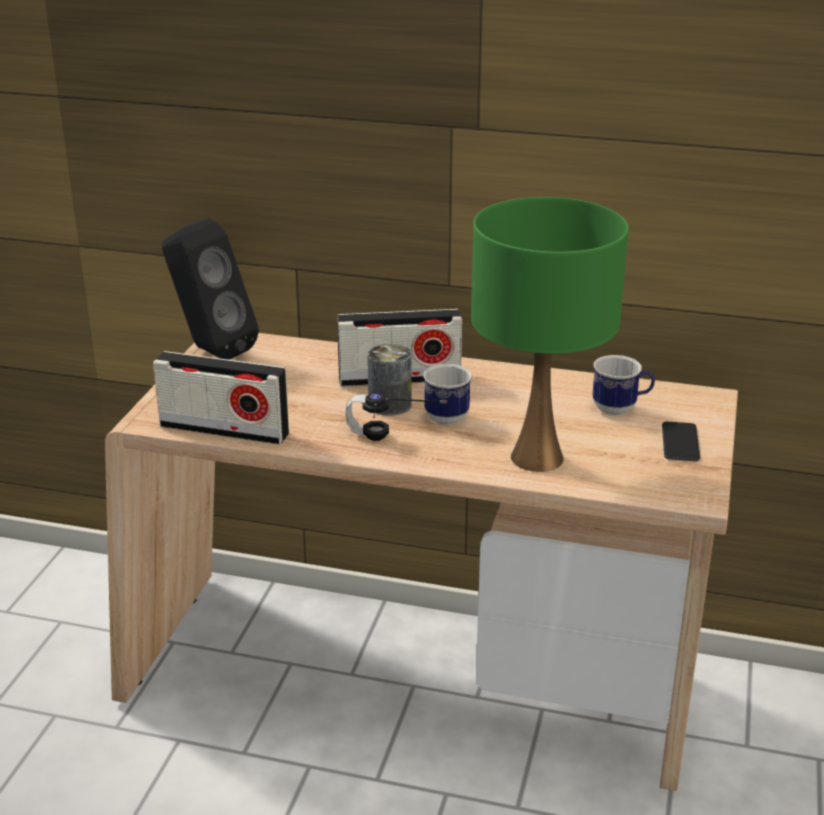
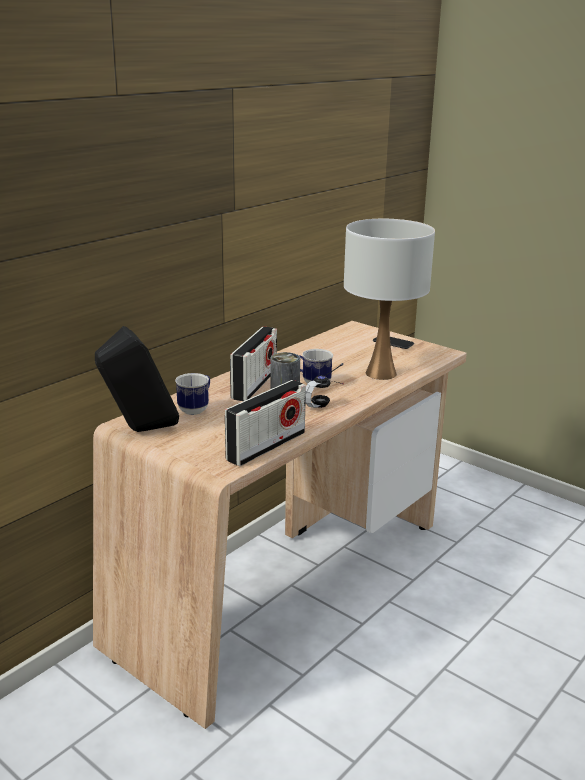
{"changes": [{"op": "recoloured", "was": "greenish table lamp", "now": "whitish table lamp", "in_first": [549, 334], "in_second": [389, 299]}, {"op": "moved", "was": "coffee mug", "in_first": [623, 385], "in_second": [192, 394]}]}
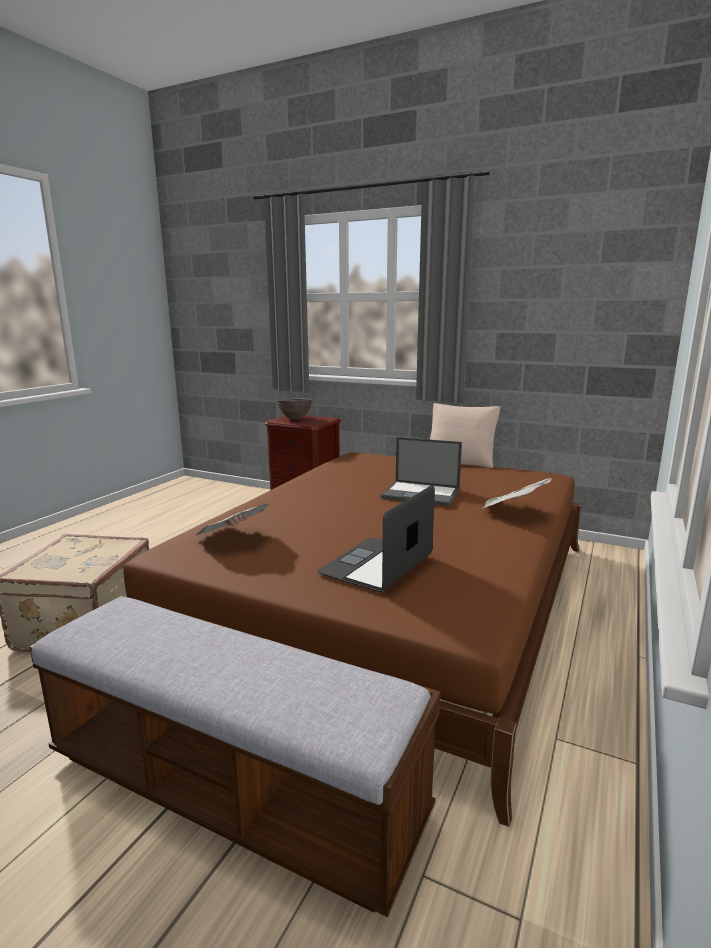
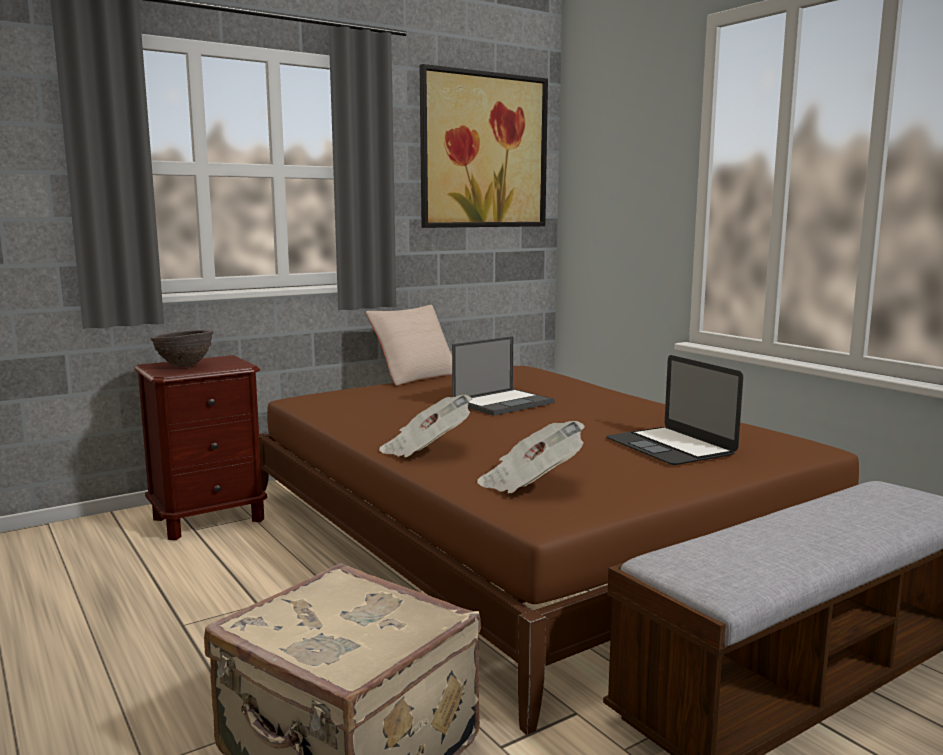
{"changes": [{"op": "moved", "was": "newspaper", "in_first": [518, 493], "in_second": [425, 426]}, {"op": "added", "now": "wall picture", "in_second": [483, 146]}]}
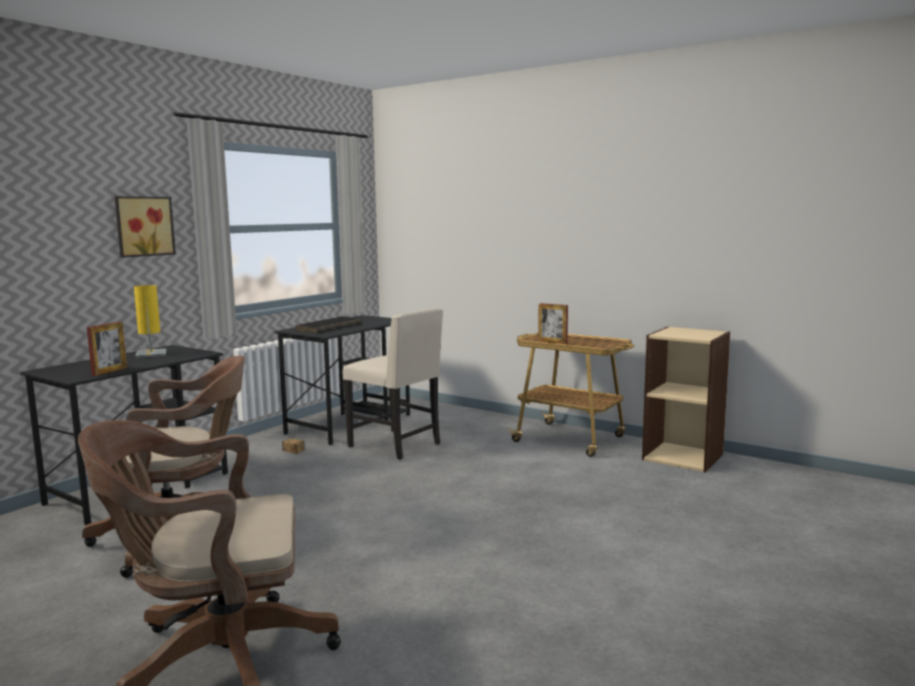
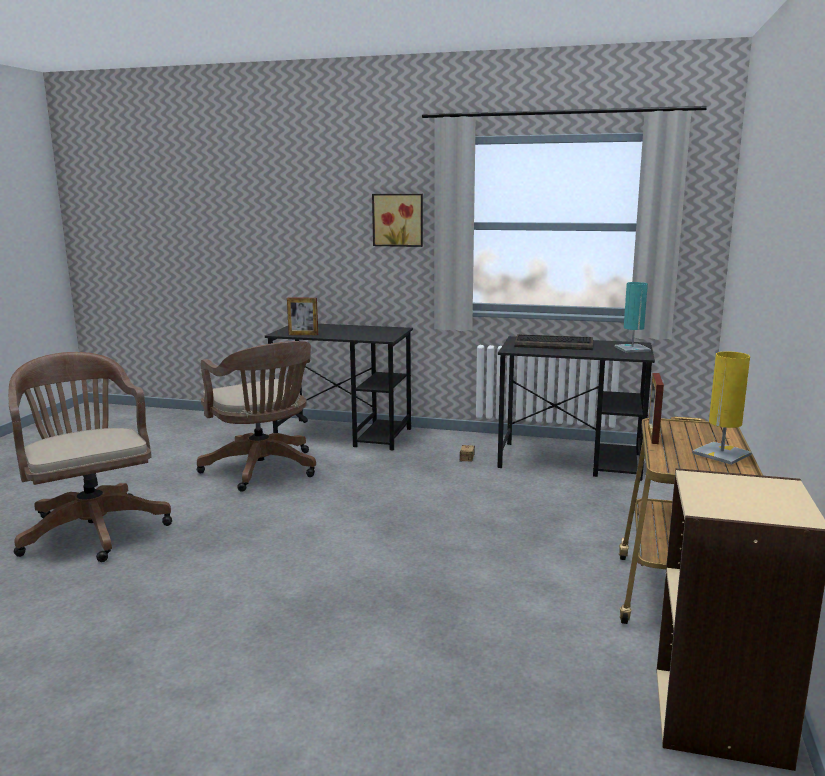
{"changes": [{"op": "moved", "was": "yellowish table lamp", "in_first": [150, 321], "in_second": [722, 408]}, {"op": "removed", "was": "sand-coloured chair", "in_first": [393, 384]}, {"op": "added", "now": "turquoise table lamp", "in_second": [632, 317]}]}
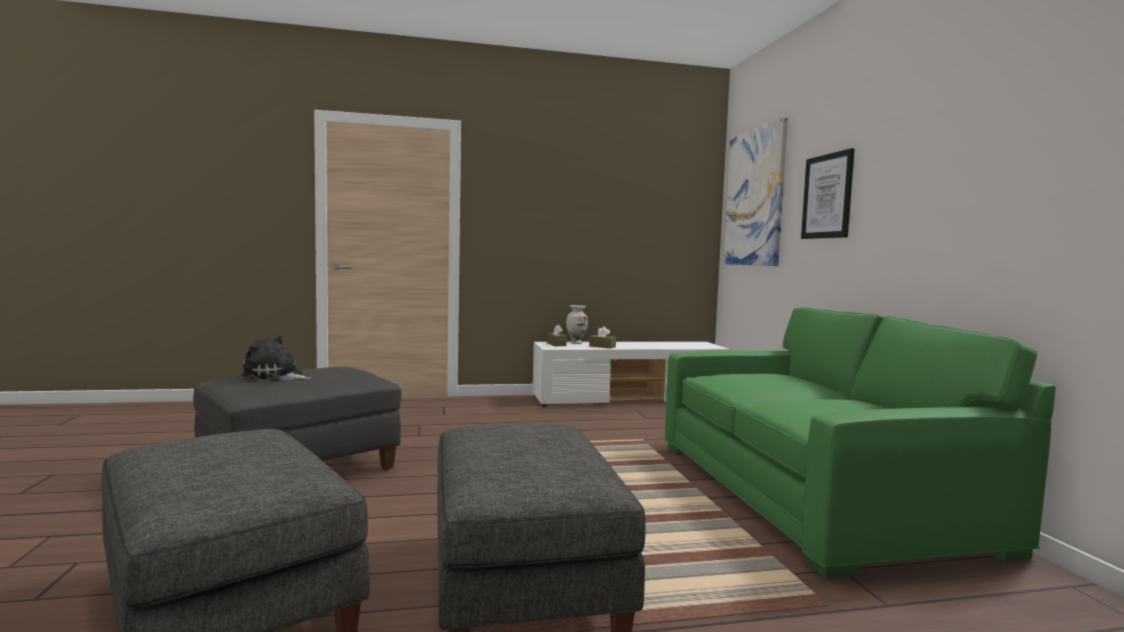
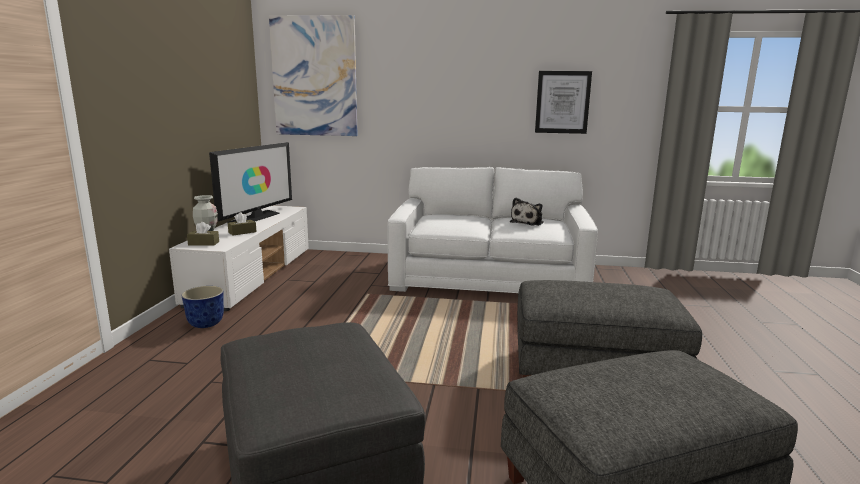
{"changes": [{"op": "moved", "was": "wall picture", "in_first": [828, 193], "in_second": [563, 102]}, {"op": "recoloured", "was": "greenish settee", "now": "whitish settee", "in_first": [860, 443], "in_second": [493, 230]}, {"op": "moved", "was": "plush toy", "in_first": [276, 357], "in_second": [527, 212]}, {"op": "added", "now": "TV", "in_second": [250, 182]}, {"op": "added", "now": "flower pot", "in_second": [203, 307]}]}
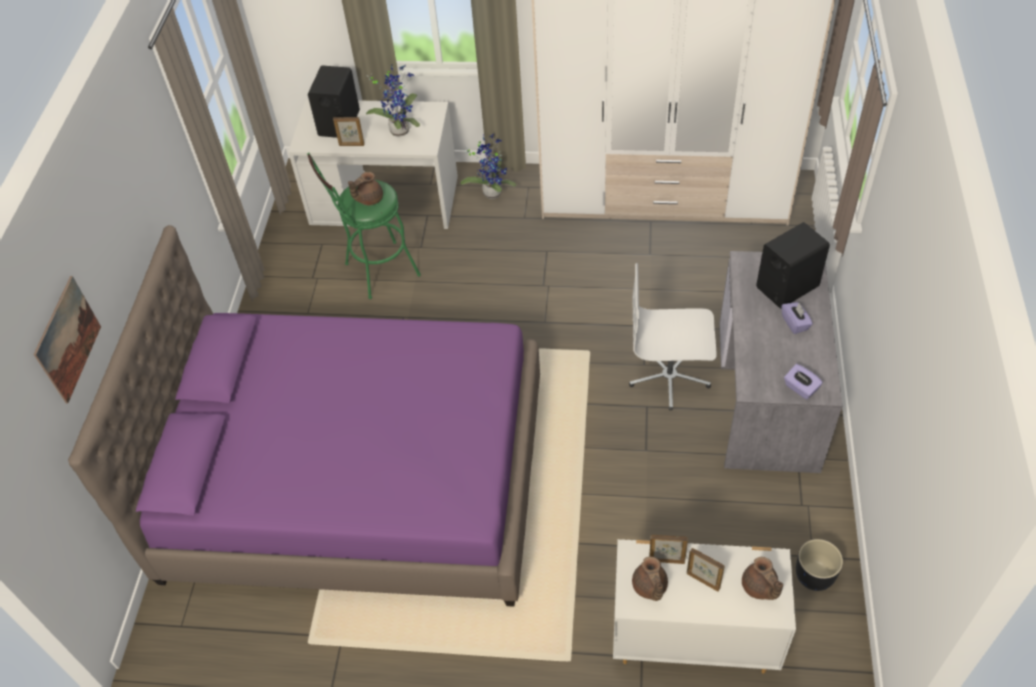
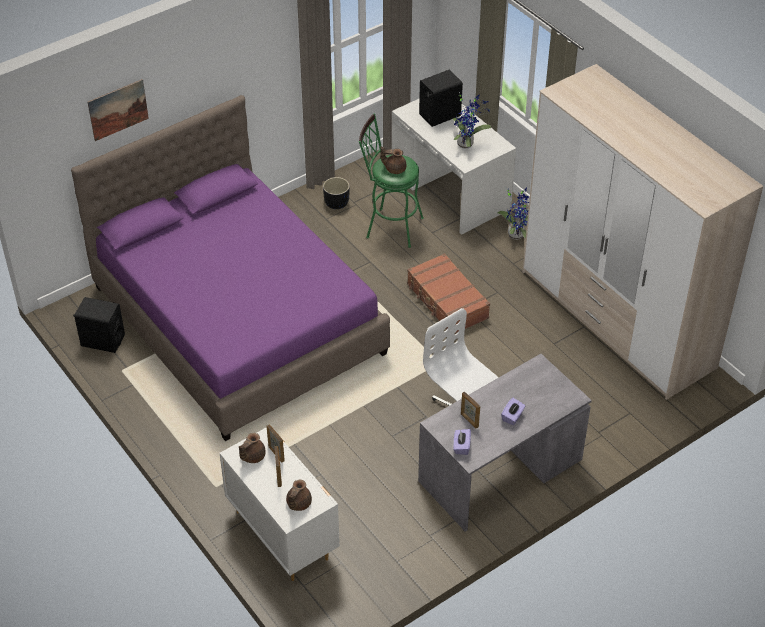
{"changes": [{"op": "moved", "was": "standing frame", "in_first": [348, 131], "in_second": [470, 410]}, {"op": "moved", "was": "blackish loudspeaker", "in_first": [793, 265], "in_second": [99, 325]}, {"op": "moved", "was": "blackish flower pot", "in_first": [819, 565], "in_second": [336, 193]}, {"op": "added", "now": "brown travel case", "in_second": [448, 293]}]}
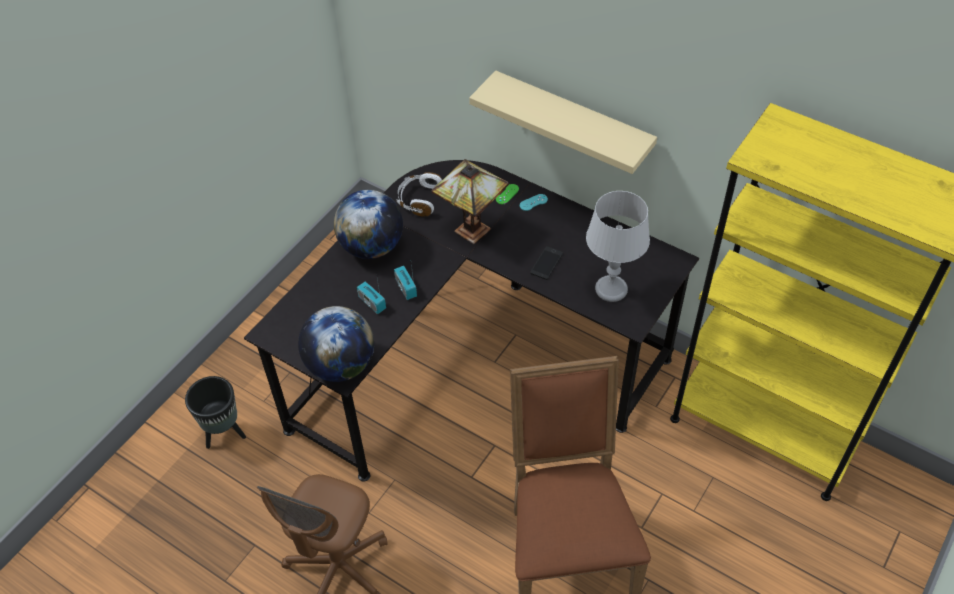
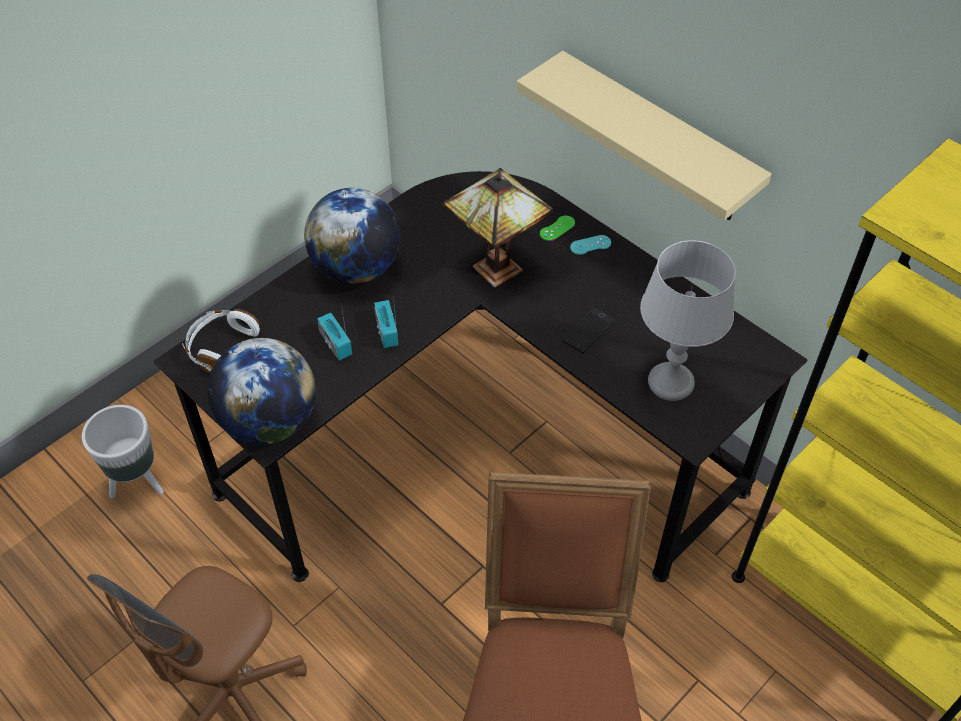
{"changes": [{"op": "moved", "was": "whitish headphones", "in_first": [419, 194], "in_second": [221, 341]}, {"op": "recoloured", "was": "blackish flower pot", "now": "whitish flower pot", "in_first": [215, 412], "in_second": [123, 452]}]}
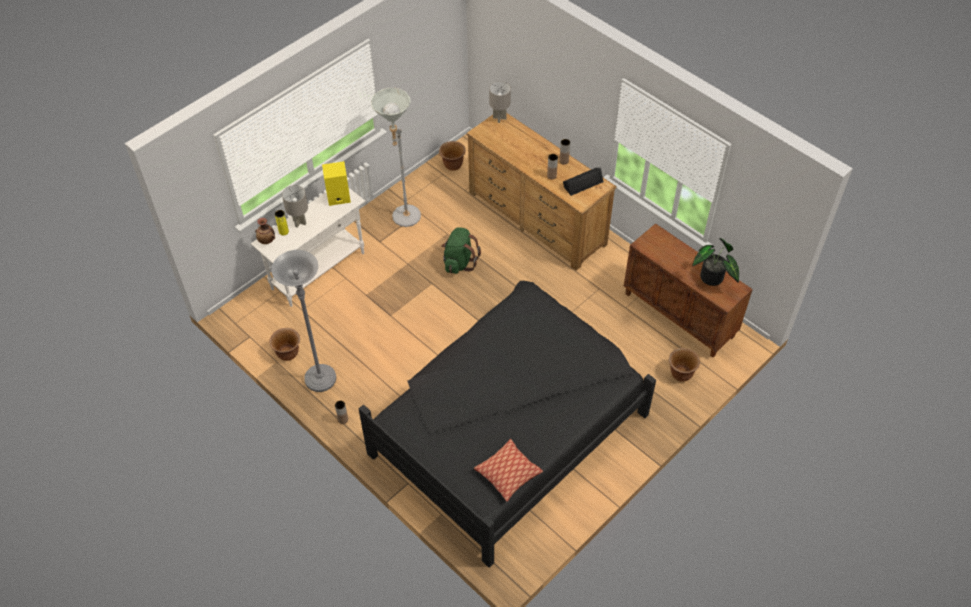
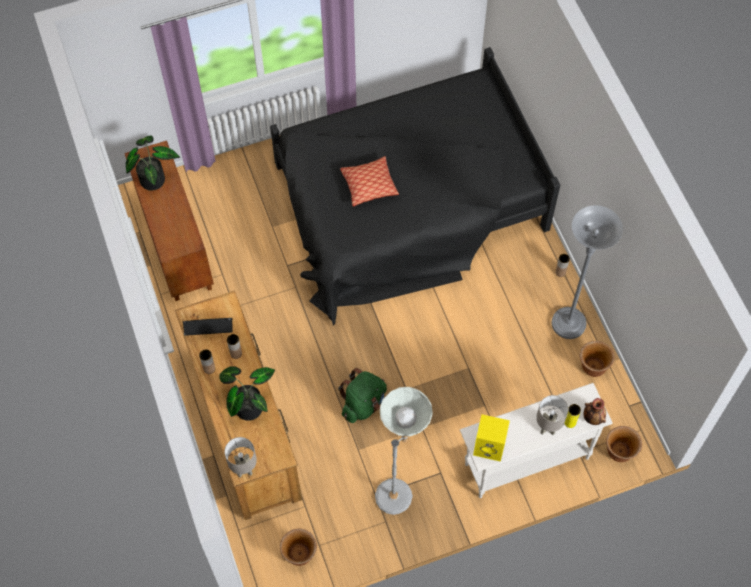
{"changes": [{"op": "moved", "was": "brown flower pot", "in_first": [684, 365], "in_second": [624, 444]}, {"op": "moved", "was": "throw pillow", "in_first": [508, 470], "in_second": [369, 181]}, {"op": "added", "now": "plant in a pot", "in_second": [247, 393]}]}
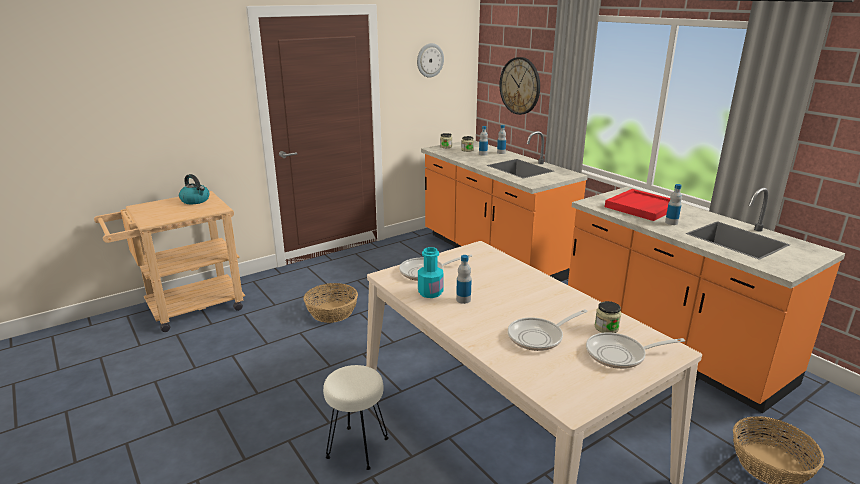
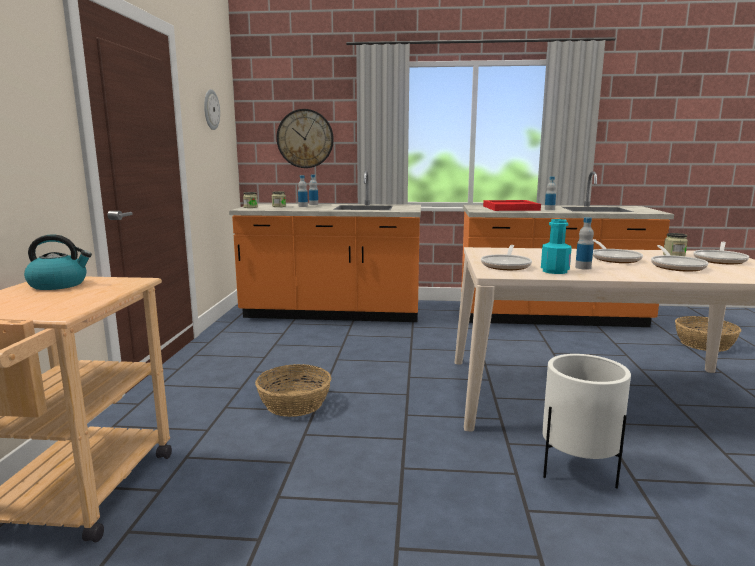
{"changes": [{"op": "replaced", "was": "whitish stool seat", "now": "whitish flower pot", "in_first": [356, 417], "in_second": [586, 421]}, {"op": "added", "now": "pan", "in_second": [618, 251]}]}
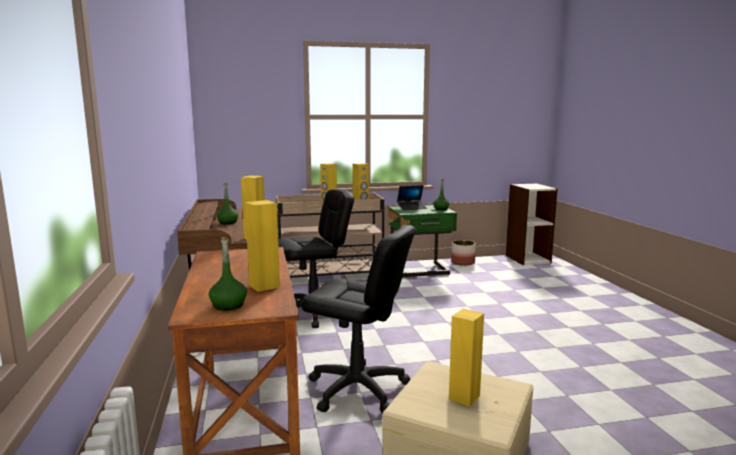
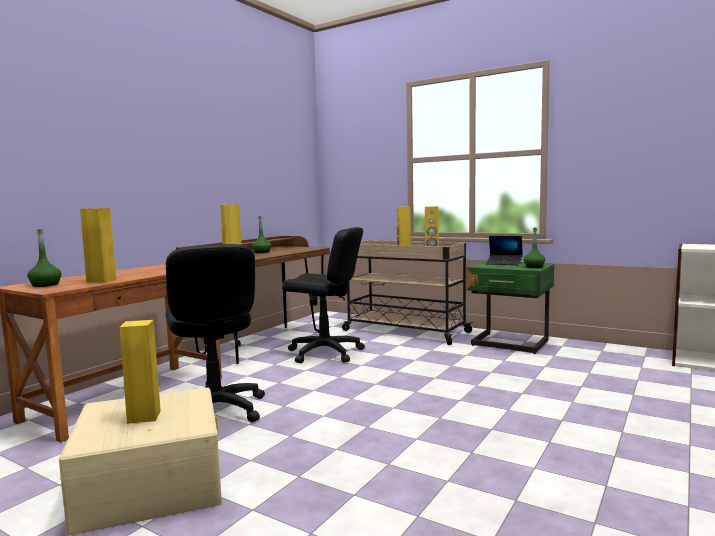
{"changes": [{"op": "removed", "was": "flower pot", "in_first": [463, 253]}]}
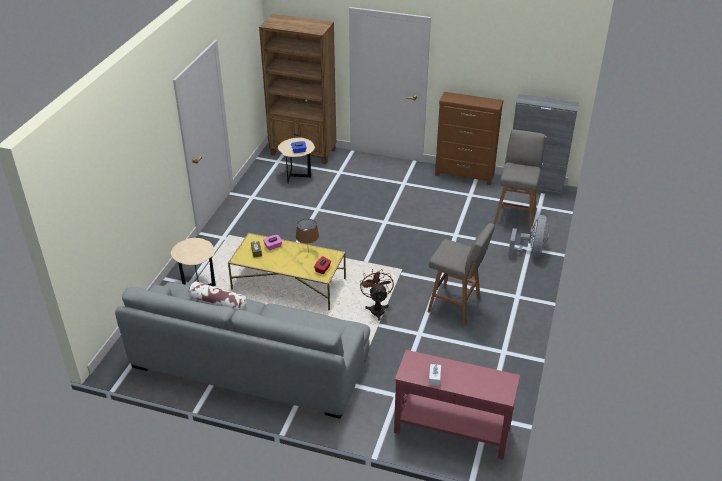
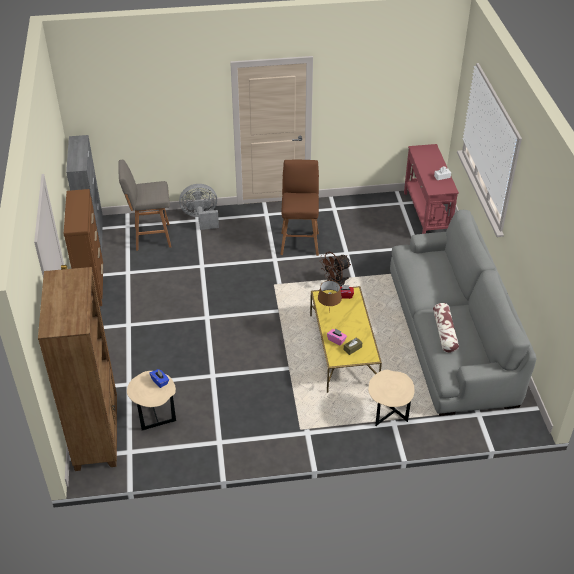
{"changes": [{"op": "recoloured", "was": "greyish stool seat", "now": "brown stool seat", "in_first": [461, 273], "in_second": [299, 208]}]}
